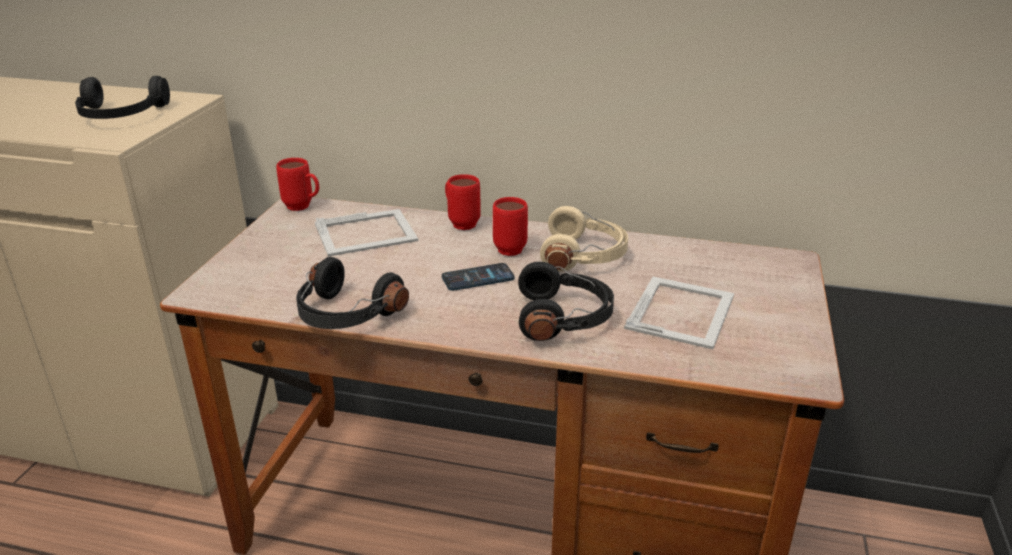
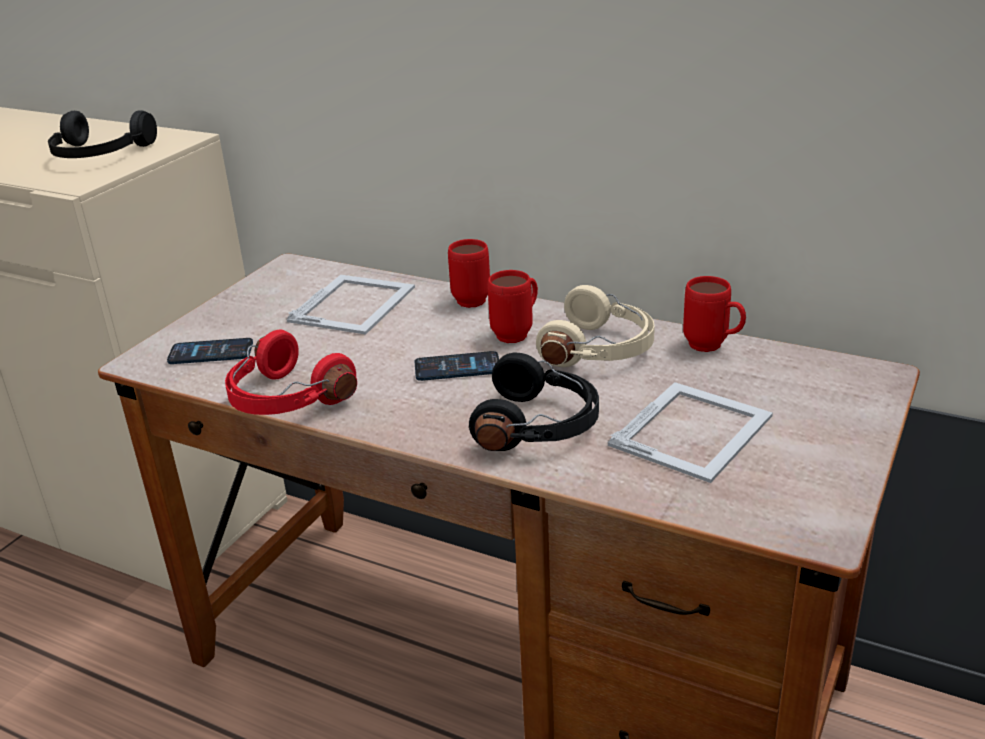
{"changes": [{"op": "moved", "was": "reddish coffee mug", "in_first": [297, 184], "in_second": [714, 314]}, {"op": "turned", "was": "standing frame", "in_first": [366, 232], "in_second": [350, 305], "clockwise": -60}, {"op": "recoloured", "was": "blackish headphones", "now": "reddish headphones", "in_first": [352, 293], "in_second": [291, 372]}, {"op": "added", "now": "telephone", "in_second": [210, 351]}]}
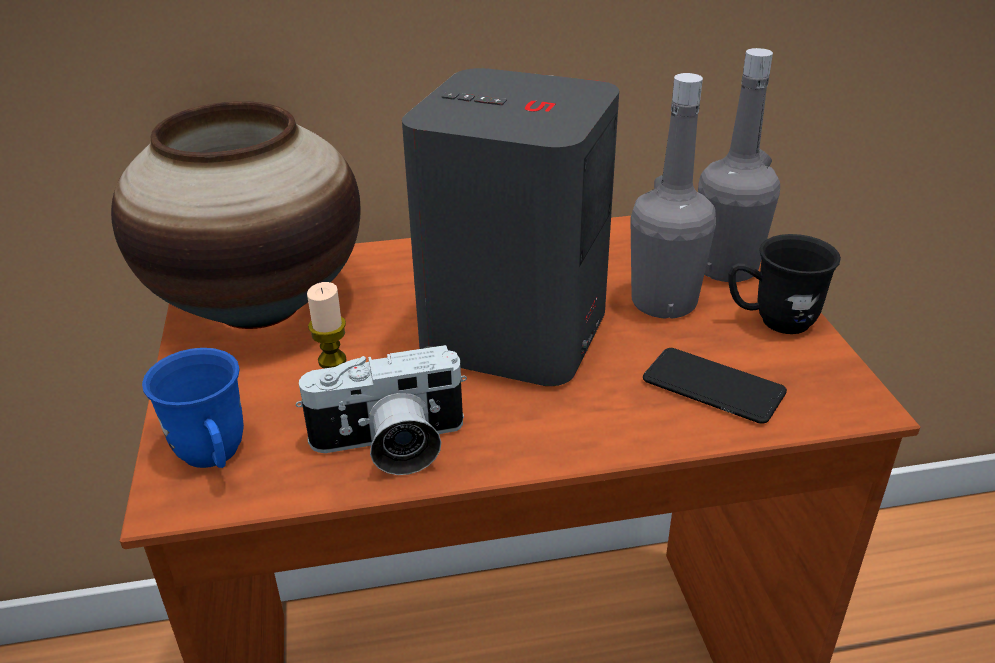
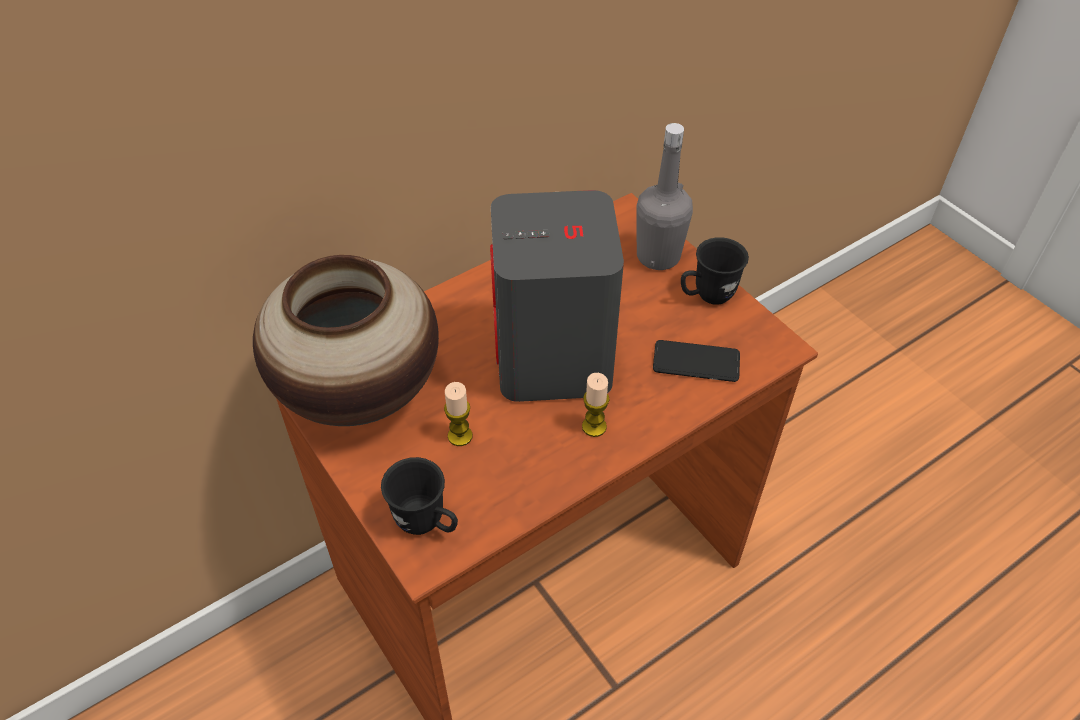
{"changes": [{"op": "removed", "was": "greyish beverage bottle", "in_first": [673, 196]}, {"op": "removed", "was": "still camera", "in_first": [381, 410]}, {"op": "recoloured", "was": "blue-coloured coffee mug", "now": "blackish coffee mug", "in_first": [193, 408], "in_second": [419, 496]}, {"op": "added", "now": "wax candle", "in_second": [596, 405]}]}
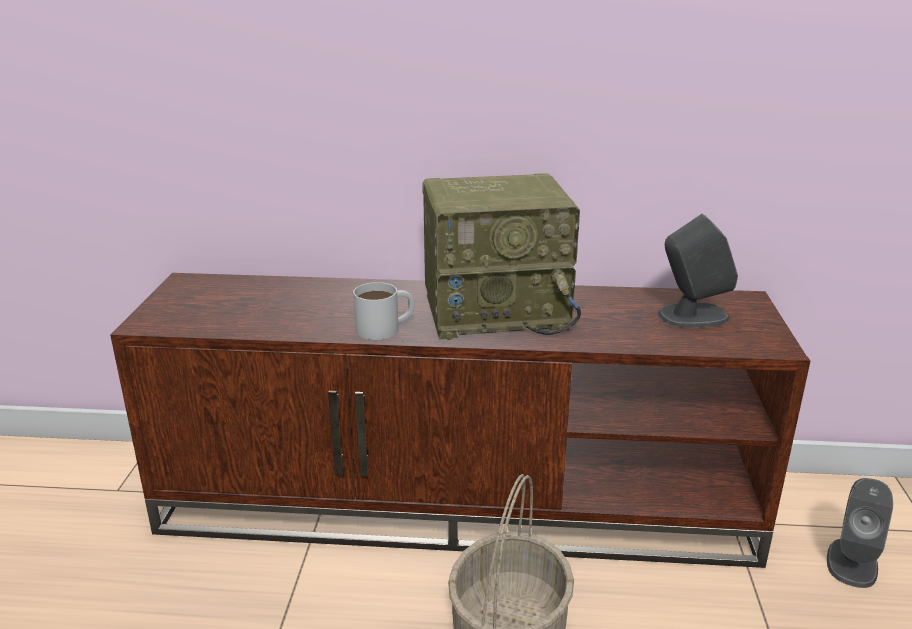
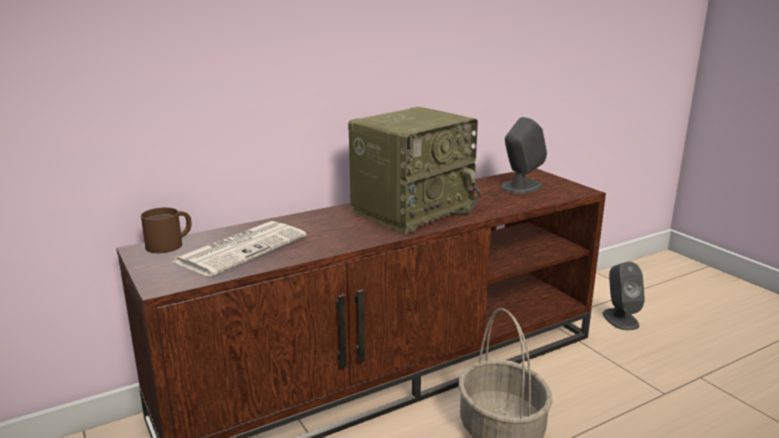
{"changes": [{"op": "removed", "was": "whitish coffee mug", "in_first": [384, 311]}, {"op": "added", "now": "brown coffee mug", "in_second": [166, 230]}, {"op": "added", "now": "newspaper", "in_second": [239, 249]}]}
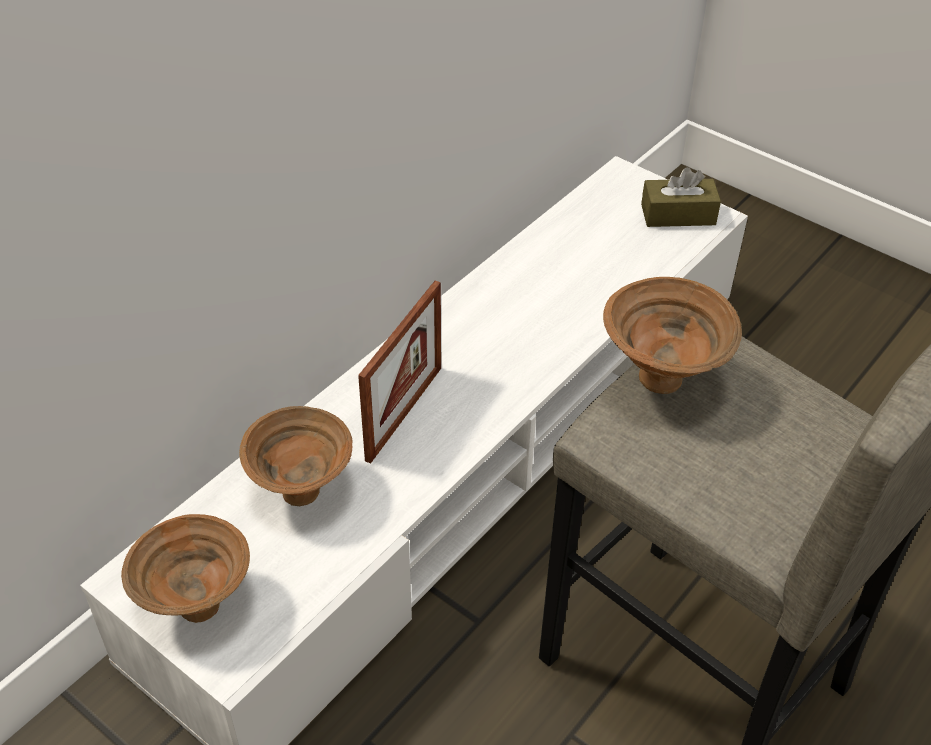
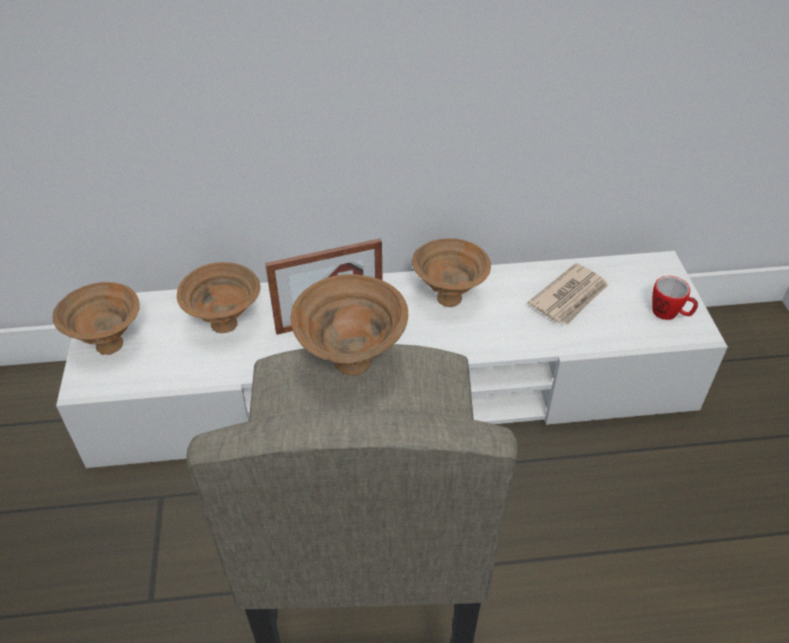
{"changes": [{"op": "replaced", "was": "brown tissue holder", "now": "coffee mug", "in_first": [681, 197], "in_second": [675, 298]}, {"op": "added", "now": "brown bowl", "in_second": [451, 272]}, {"op": "added", "now": "newspaper", "in_second": [568, 294]}]}
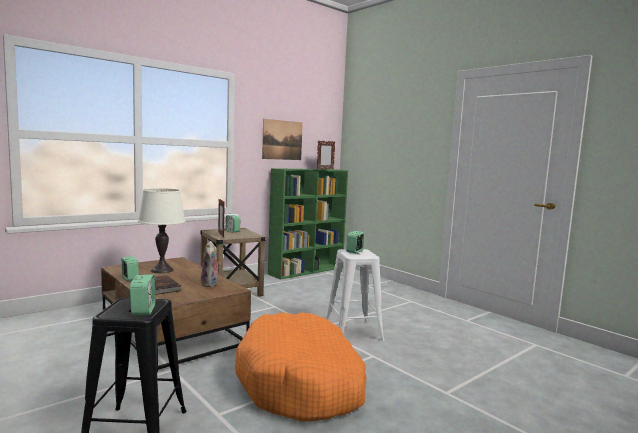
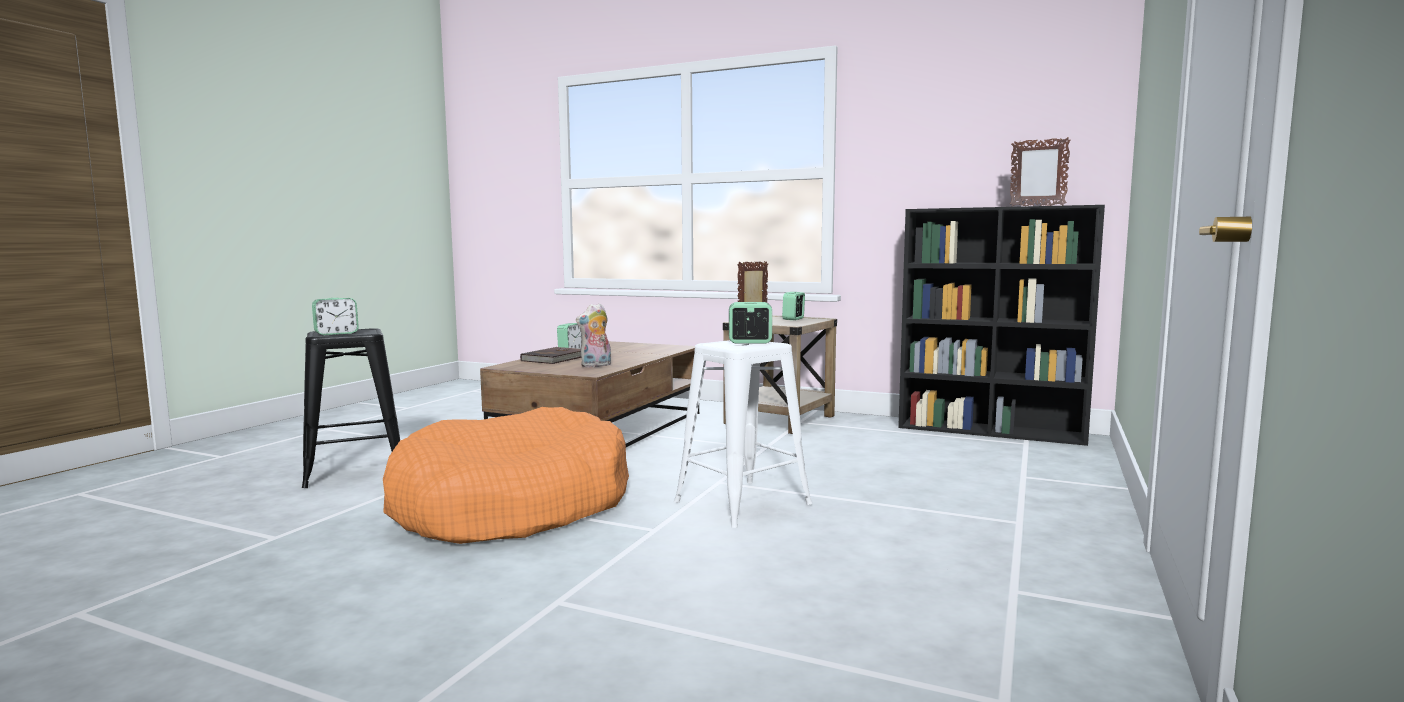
{"changes": [{"op": "removed", "was": "wall picture", "in_first": [282, 139]}, {"op": "recoloured", "was": "greenish bookcase", "now": "blackish bookcase", "in_first": [308, 224], "in_second": [1001, 325]}, {"op": "removed", "was": "whitish table lamp", "in_first": [161, 230]}]}
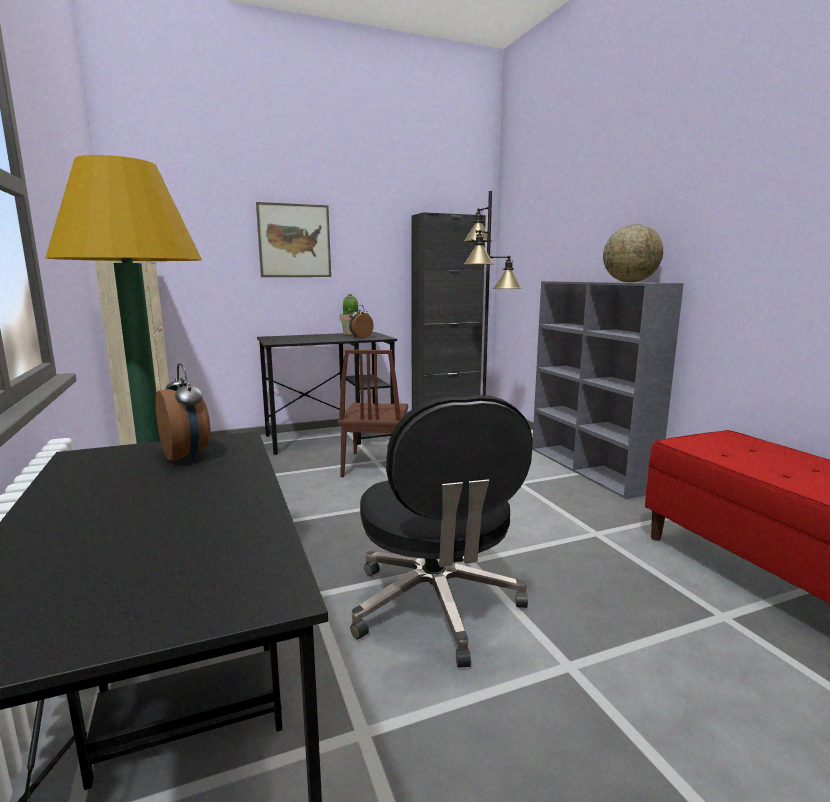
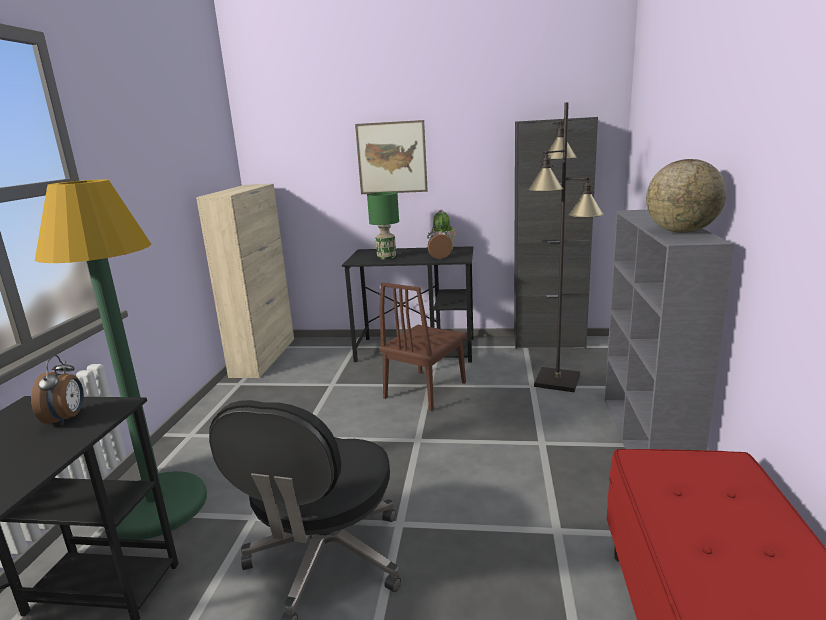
{"changes": [{"op": "added", "now": "greenish table lamp", "in_second": [383, 226]}]}
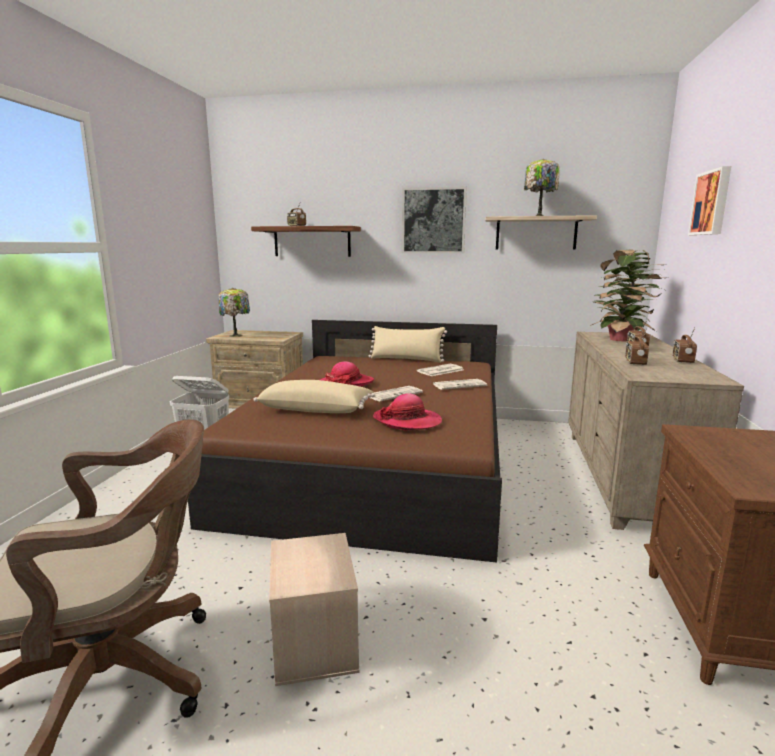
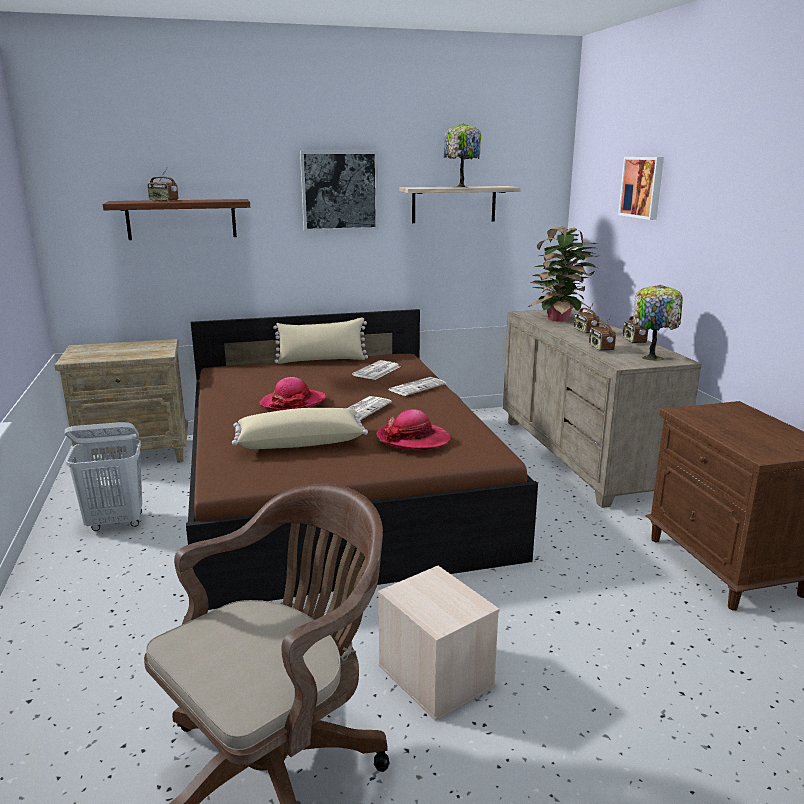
{"changes": [{"op": "moved", "was": "table lamp", "in_first": [234, 312], "in_second": [658, 323]}]}
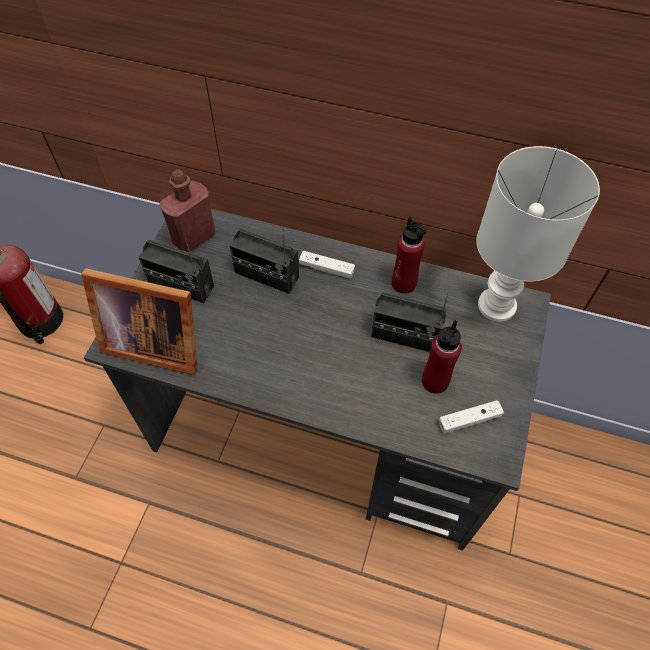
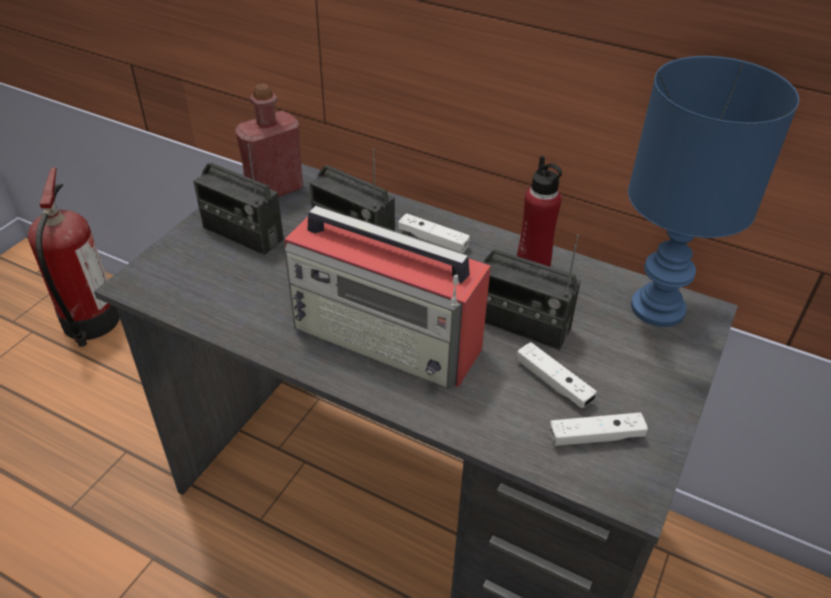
{"changes": [{"op": "recoloured", "was": "whitish table lamp", "now": "blue-coloured table lamp", "in_first": [538, 234], "in_second": [713, 191]}, {"op": "removed", "was": "standing frame", "in_first": [139, 321]}, {"op": "replaced", "was": "reddish beverage bottle", "now": "whitish joypad", "in_first": [442, 357], "in_second": [557, 375]}, {"op": "added", "now": "radio", "in_second": [388, 297]}]}
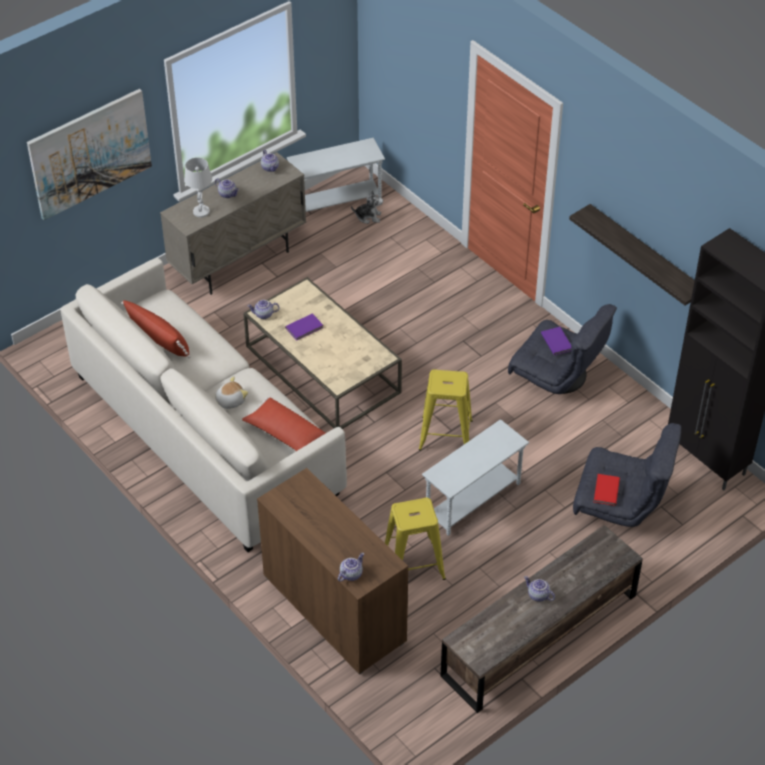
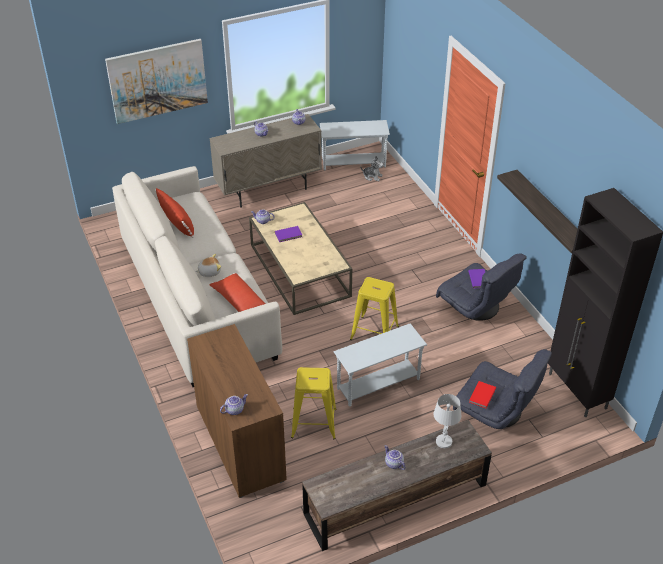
{"changes": [{"op": "moved", "was": "whitish table lamp", "in_first": [198, 188], "in_second": [447, 421]}]}
